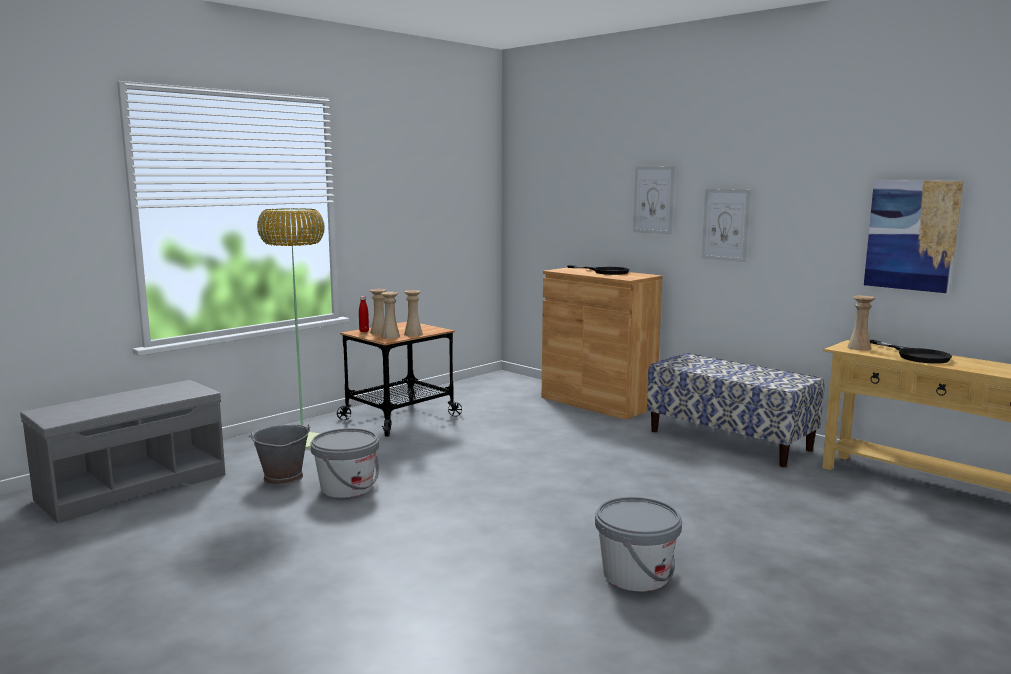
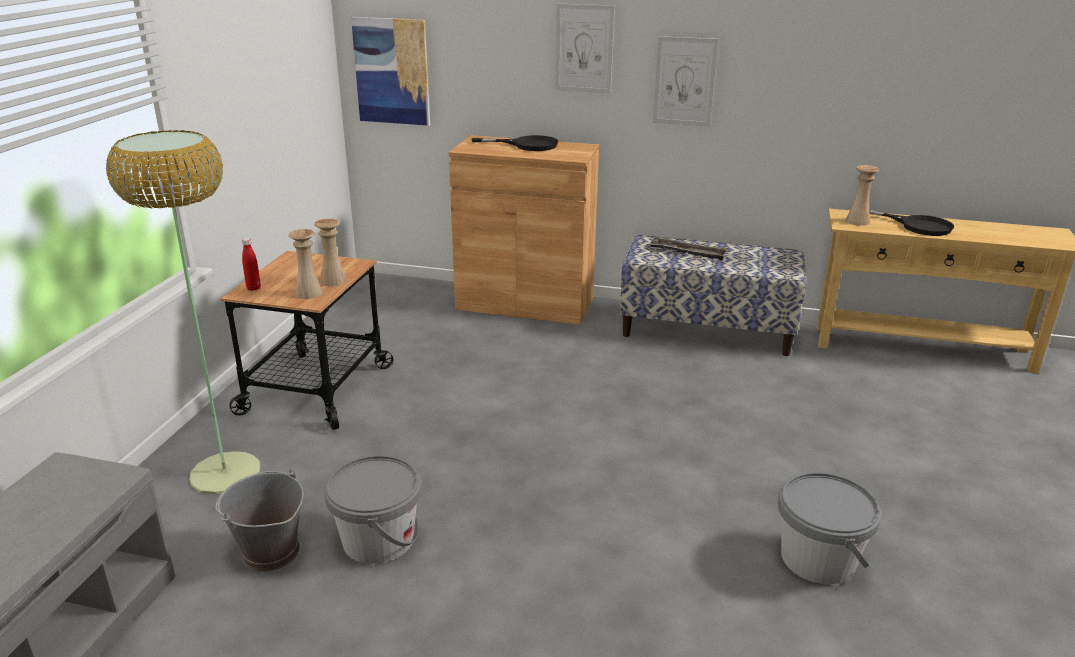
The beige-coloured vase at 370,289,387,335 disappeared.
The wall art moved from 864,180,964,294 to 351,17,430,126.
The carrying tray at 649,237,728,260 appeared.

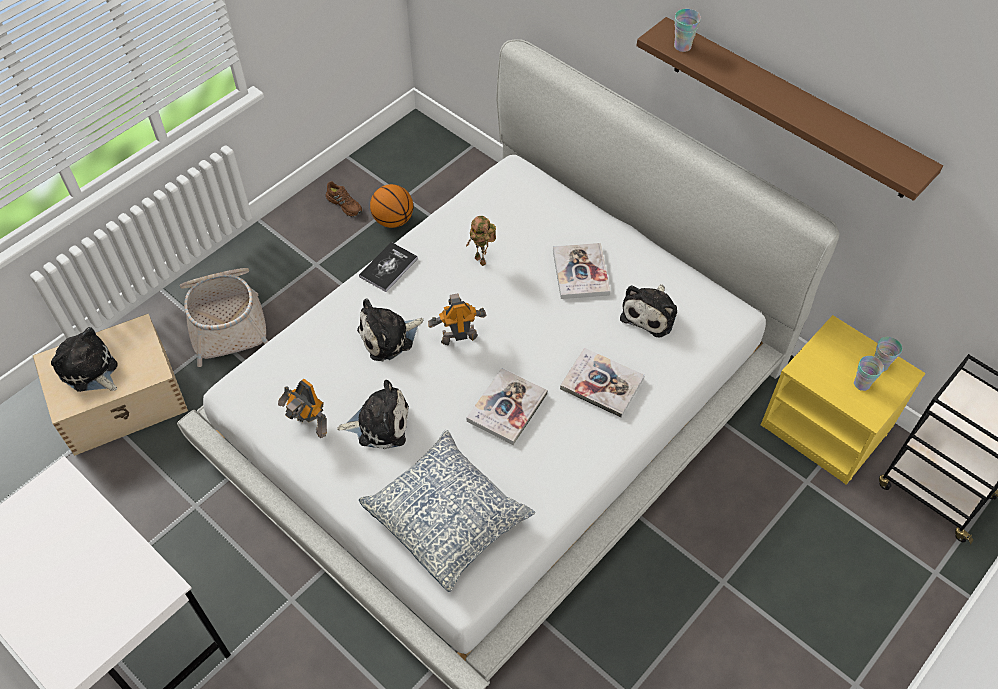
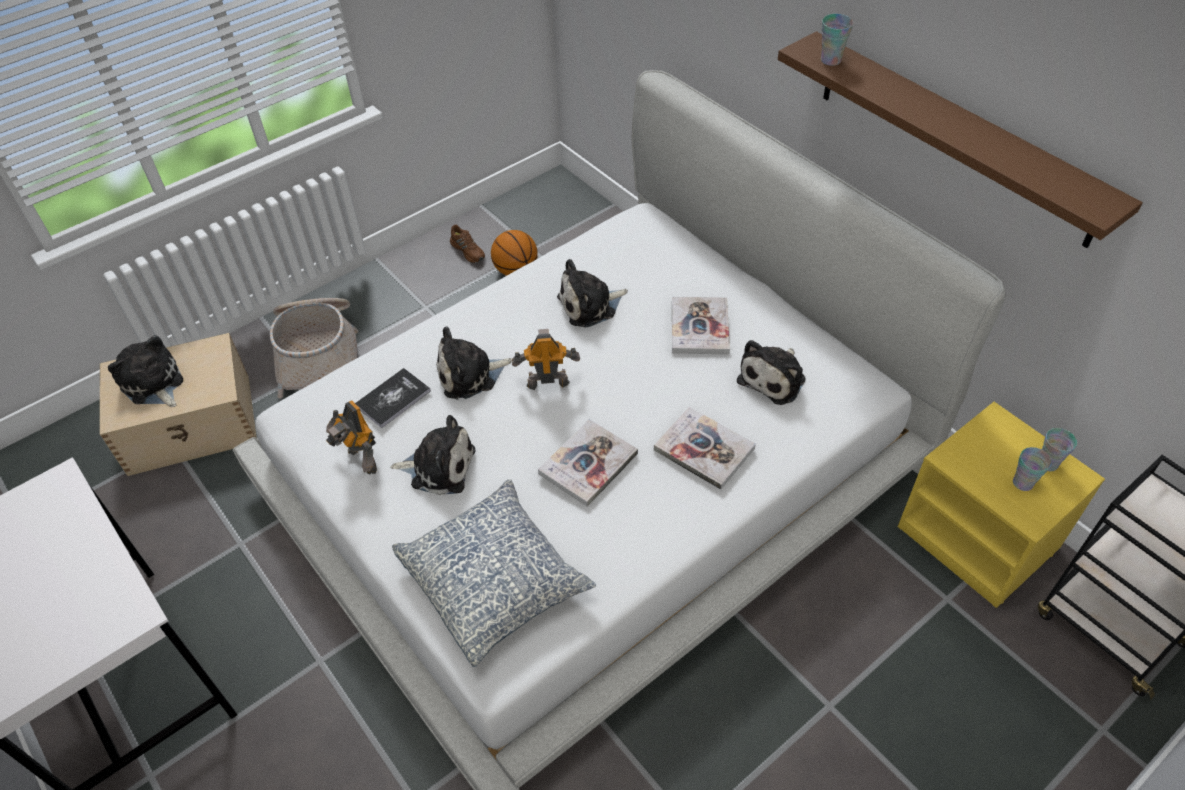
The volume moved from 359,242,418,292 to 355,368,431,428.
The model robot at 466,216,496,266 was replaced by the cuddly toy at 557,259,628,328.

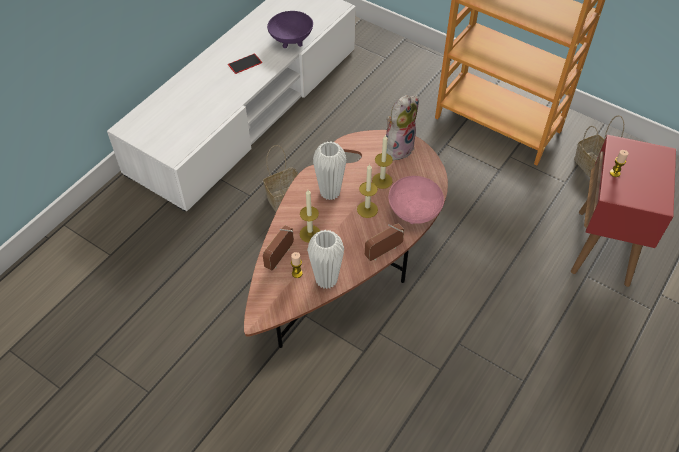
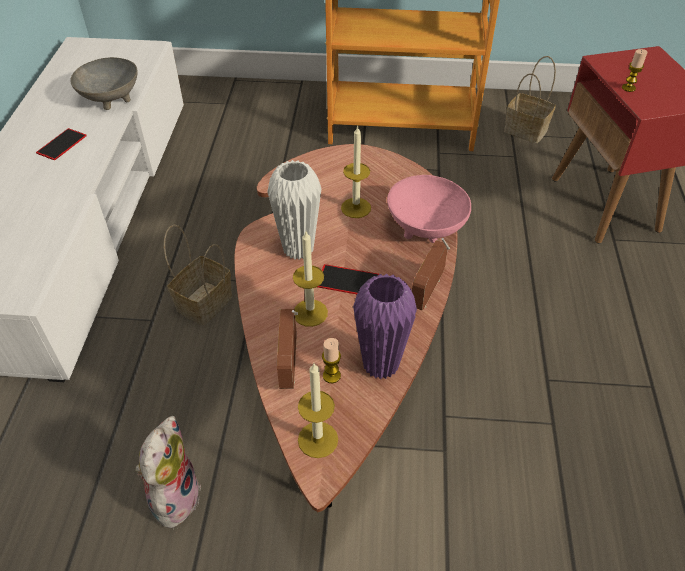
The purplish bowl at 267,11,313,48 became the gray bowl at 70,57,137,110.
The white vase at 307,230,344,289 became the purplish vase at 353,274,417,380.
The candle moved from 357,164,378,218 to 298,363,338,458.
The cuddly toy moved from 386,95,419,160 to 135,416,201,531.
The phone at 318,264,379,294 appeared.

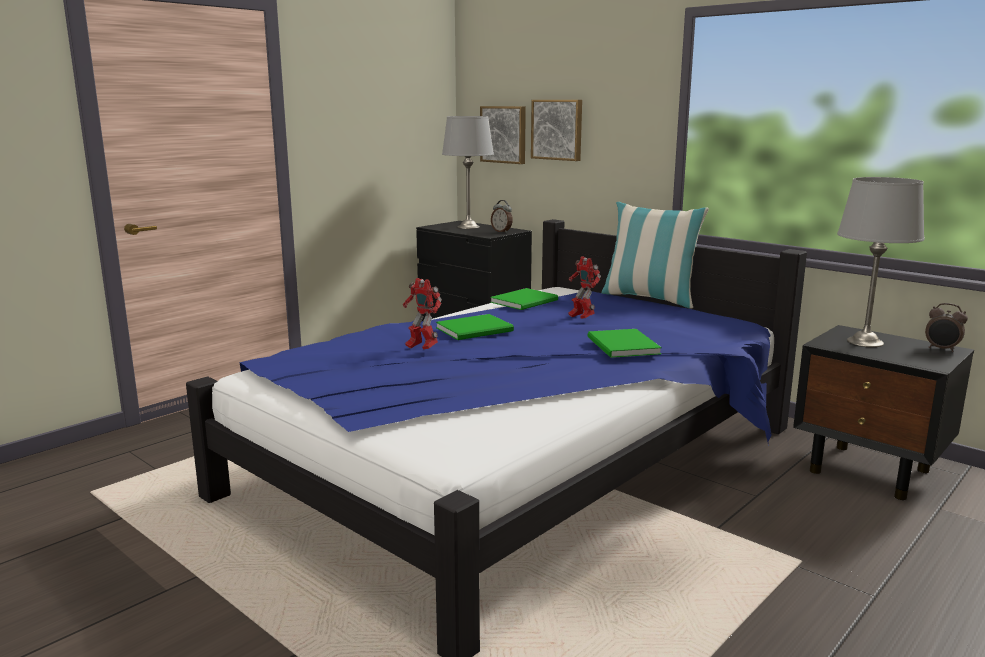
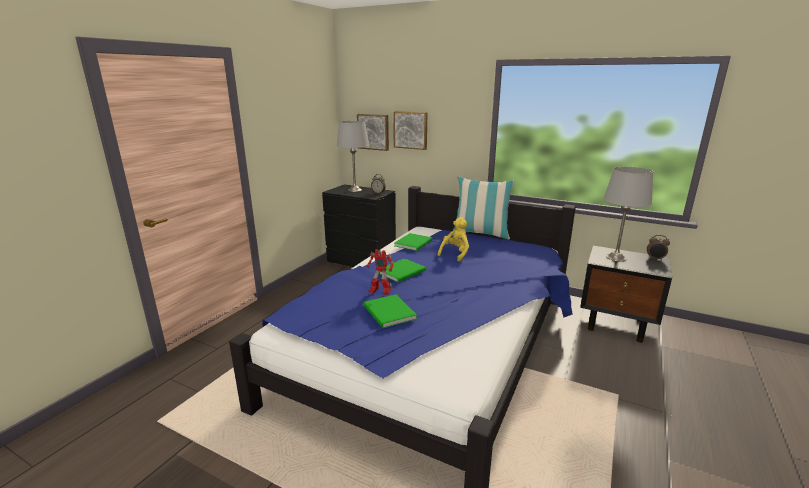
The model robot at 568,256,601,319 was replaced by the yellow cuddly toy at 437,217,469,261.
The greenish volume moved from 588,329,662,358 to 363,294,417,328.

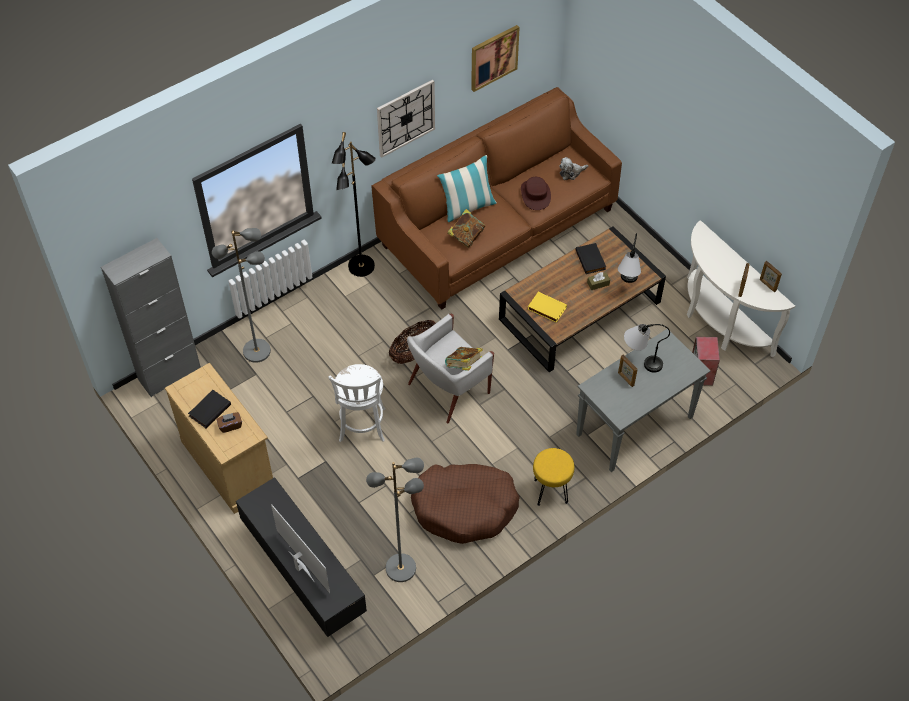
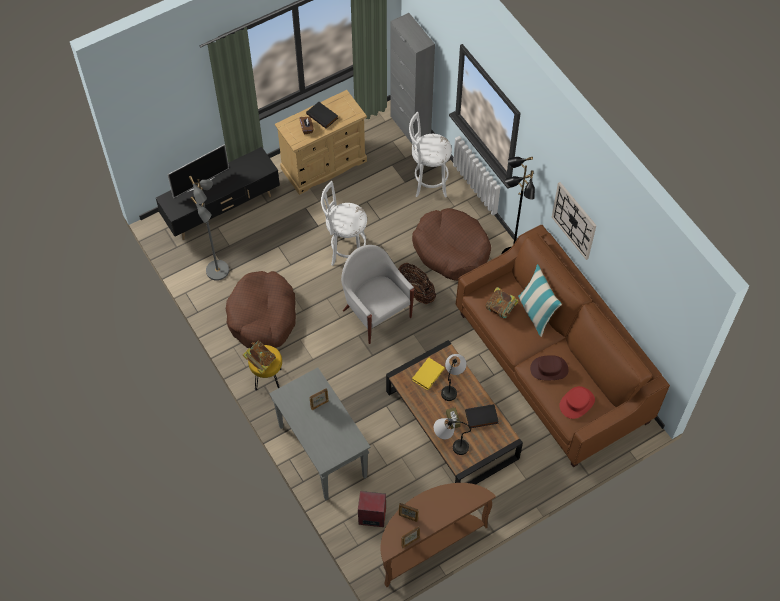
The gray standard lamp at 212,228,271,363 was replaced by the white stool at 409,112,452,197.
The volume moved from 445,347,483,371 to 242,340,276,374.
The wall art at 471,25,520,92 disappeared.
The cuddly toy at 559,157,588,180 was replaced by the red clothing hat at 559,386,595,419.
The table lamp moved from 624,324,670,373 to 441,354,467,401.
The white narrow table at 687,220,795,357 became the brownish narrow table at 380,483,496,587.
The brownish dog cushion at 412,208,491,281 appeared.

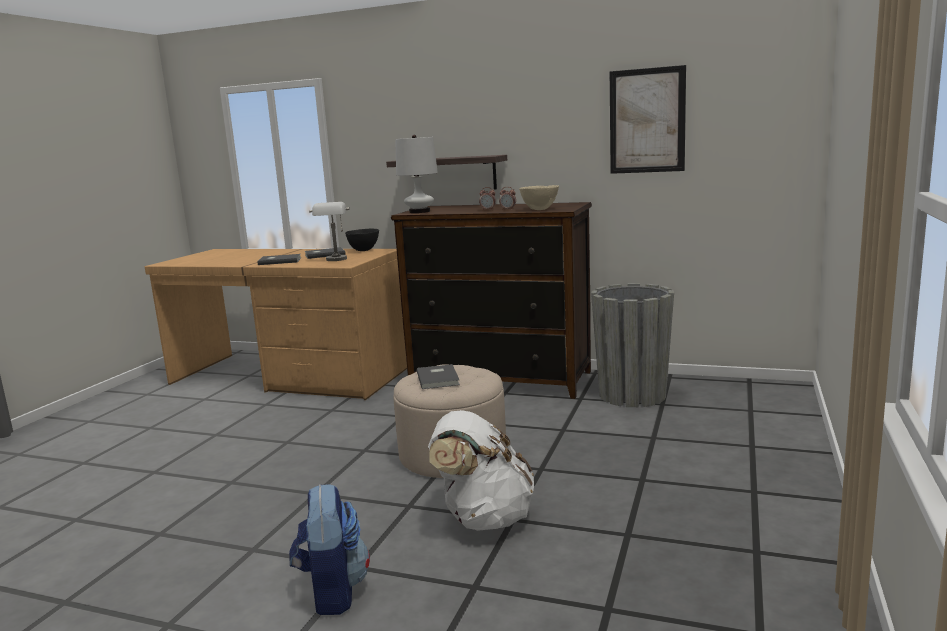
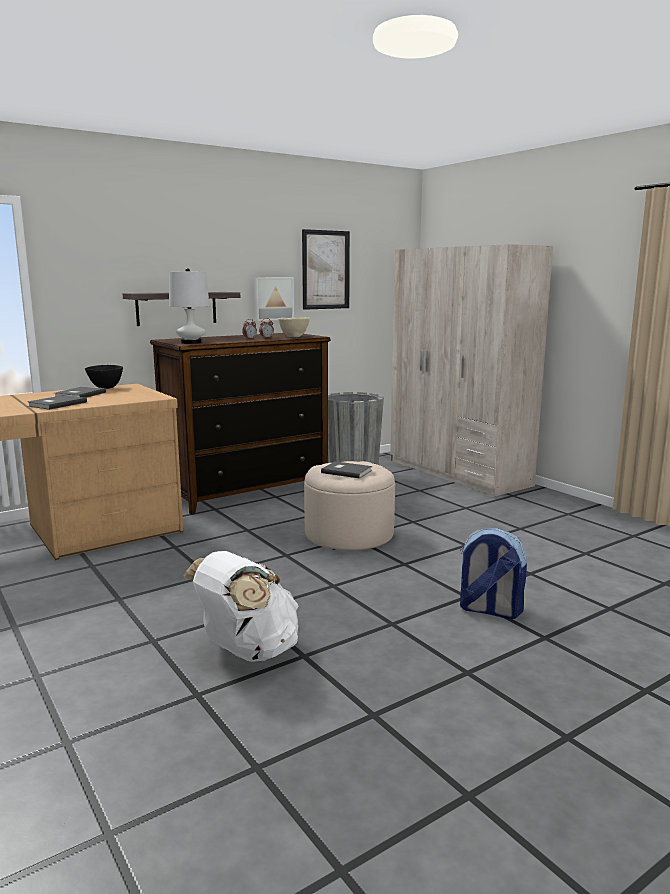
The gray table lamp at 309,202,350,261 disappeared.
The white backpack moved from 428,410,534,531 to 183,551,299,662.
The wall art at 254,277,294,321 appeared.
The beige-coloured armoire at 390,244,553,497 appeared.

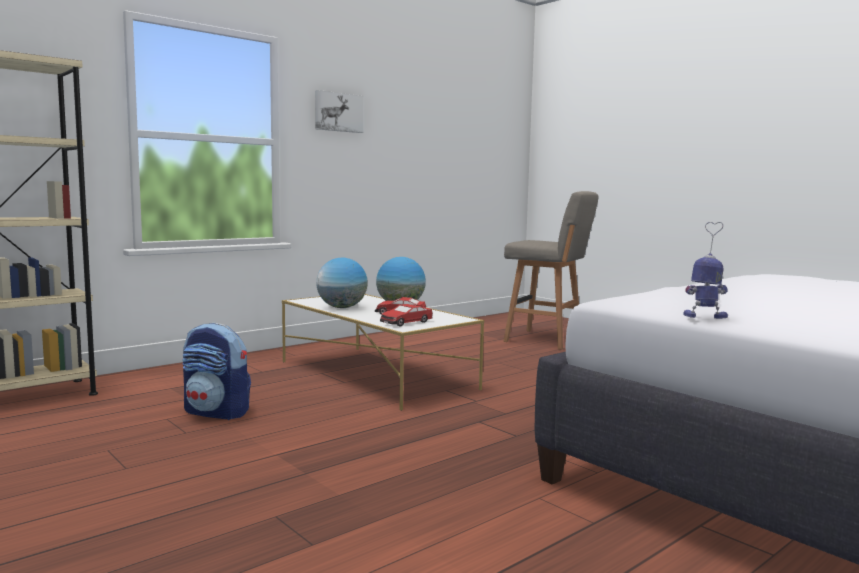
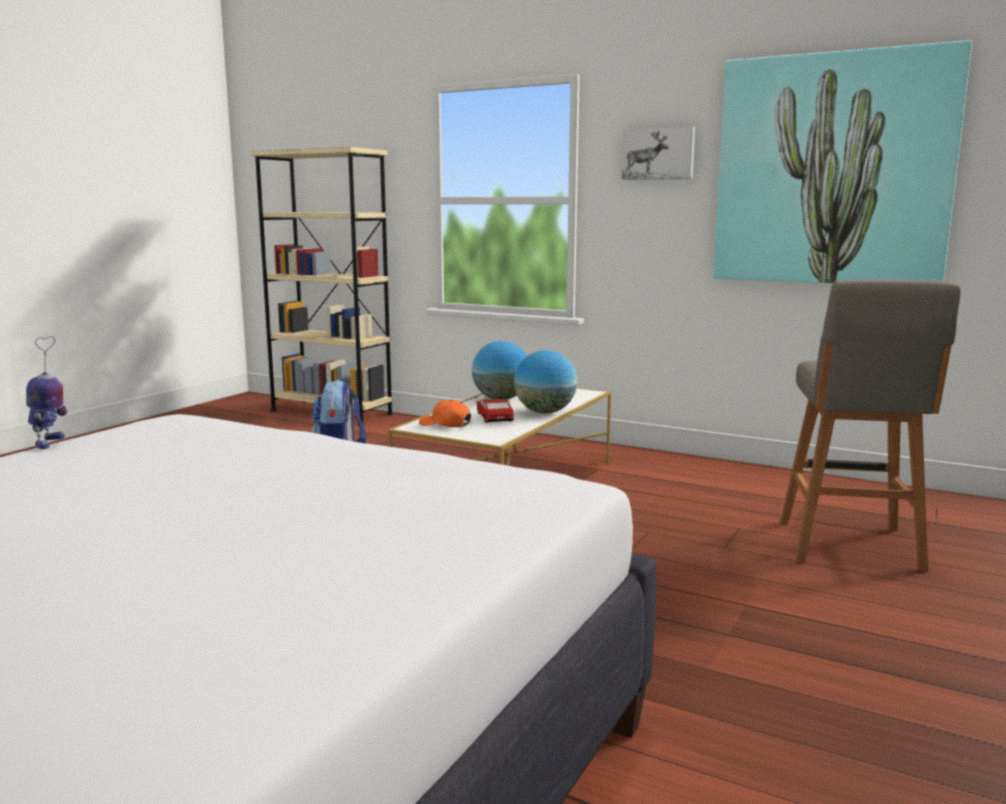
The miniature car at 380,304,433,326 was replaced by the orangey peaked cap at 419,400,471,427.
The wall art at 713,40,972,283 appeared.

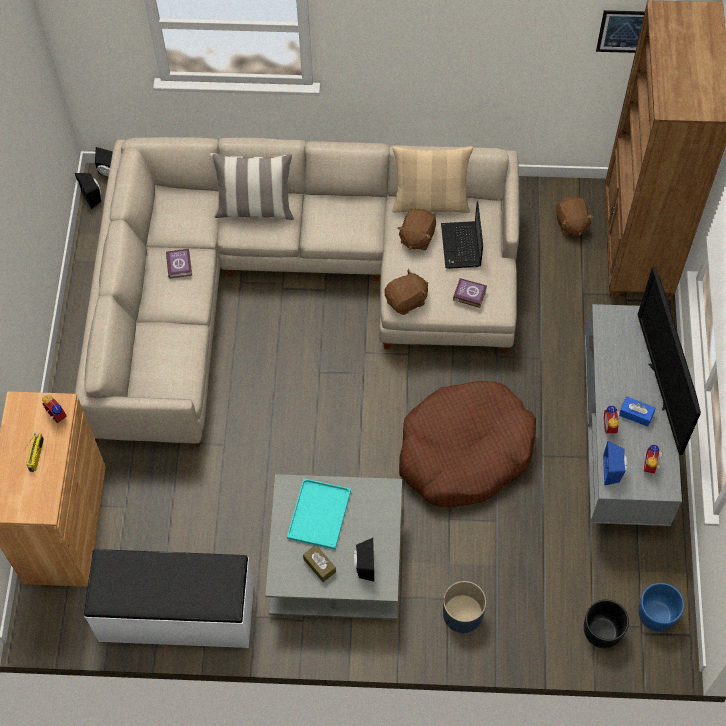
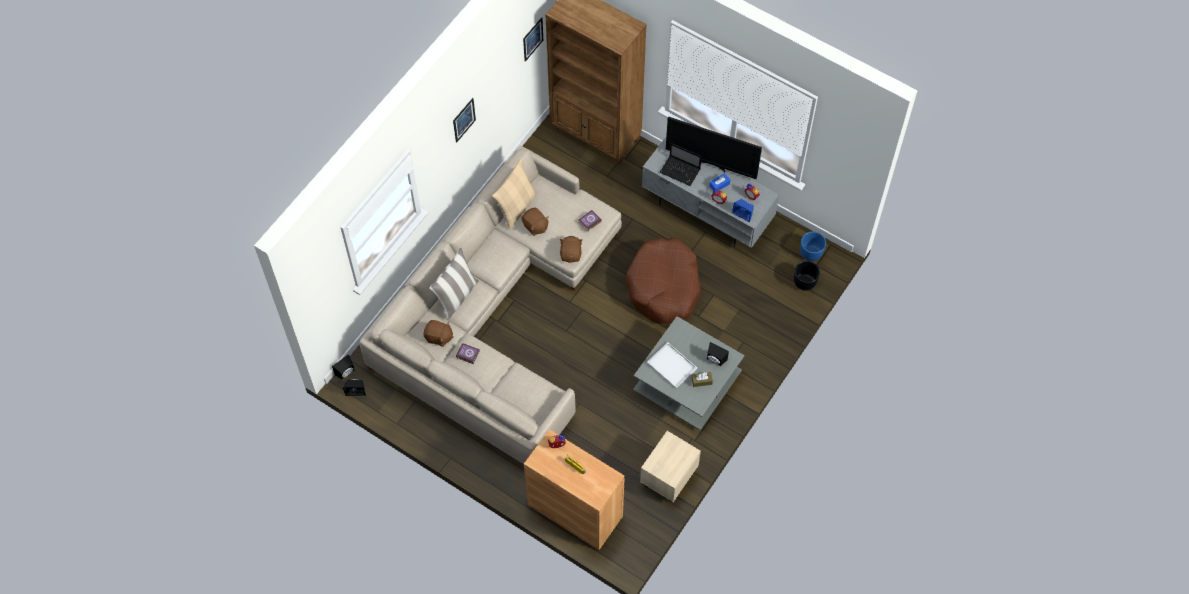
The white long seat at 84,549,254,648 was replaced by the beige-coloured nightstand at 640,431,701,502.
The blue-green carrying tray at 287,478,351,549 became the white carrying tray at 647,343,697,389.
The portable computer moved from 441,201,483,269 to 660,143,702,186.
The blue flower pot at 443,581,486,633 disappeared.
The brownish cuddly toy moved from 556,197,594,236 to 423,320,454,347.
The wall art at 453,98,476,143 appeared.

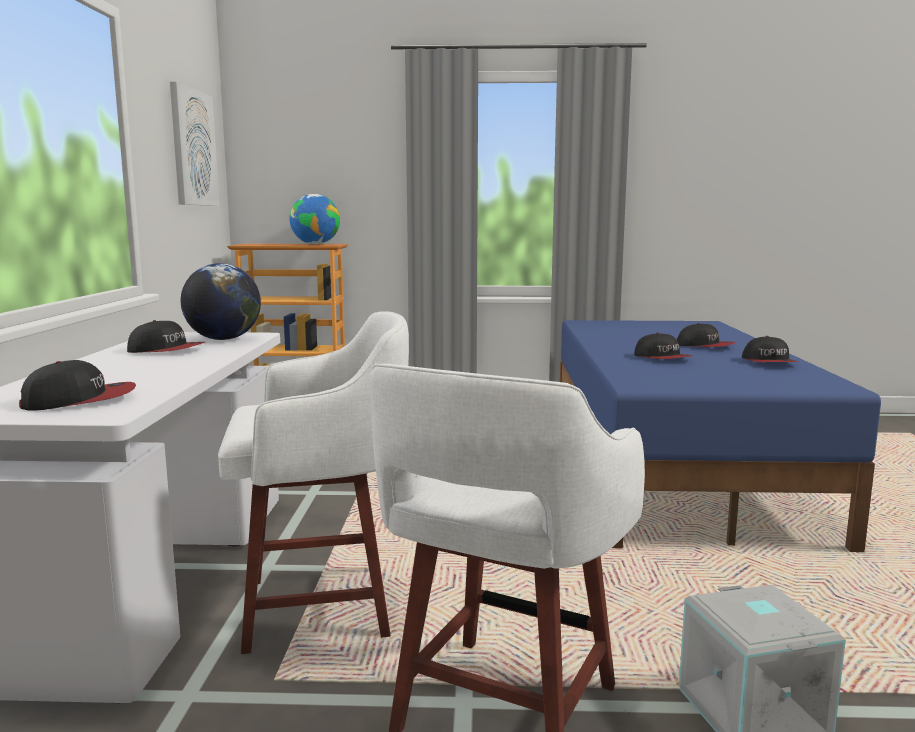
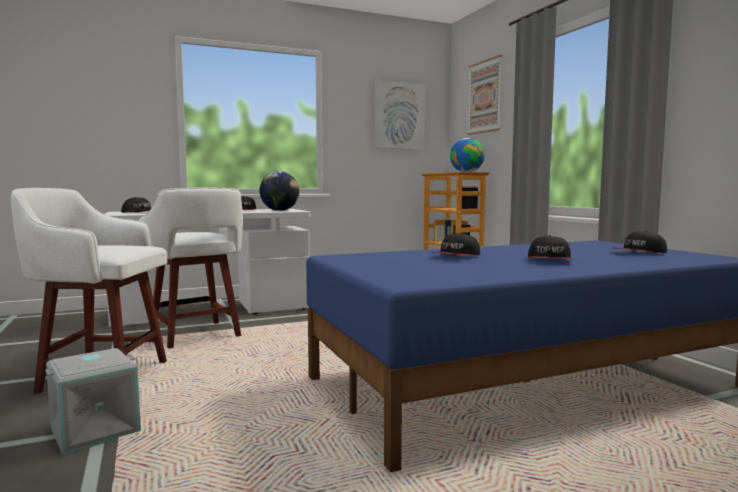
The peaked cap moved from 742,336,798,362 to 618,231,667,253.
The wall art at 467,55,502,135 appeared.

